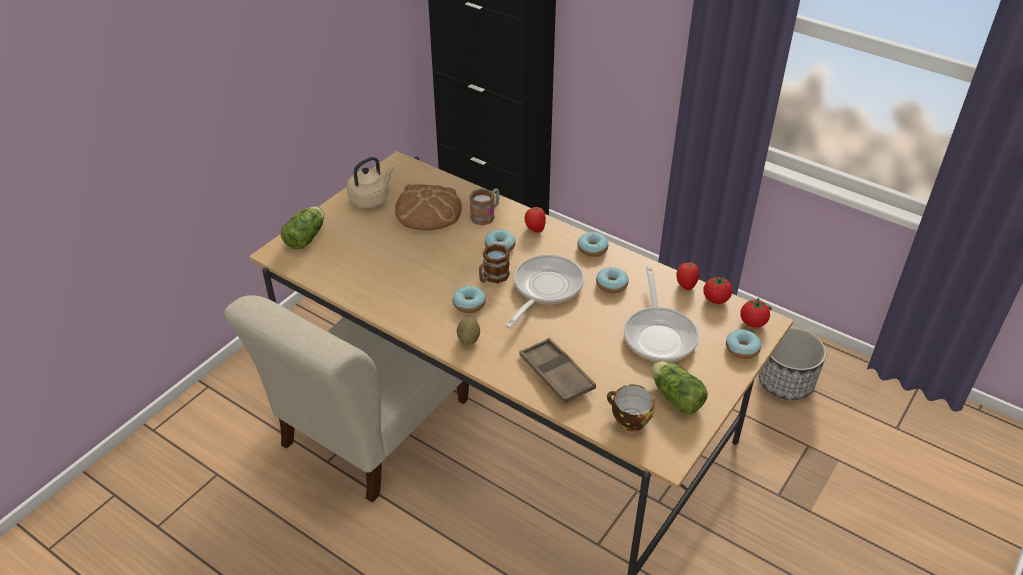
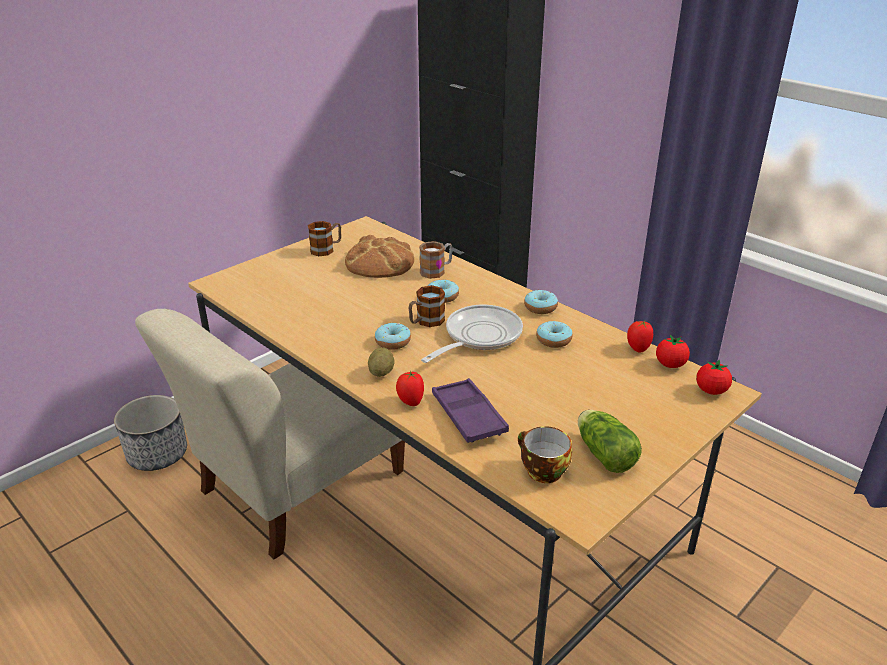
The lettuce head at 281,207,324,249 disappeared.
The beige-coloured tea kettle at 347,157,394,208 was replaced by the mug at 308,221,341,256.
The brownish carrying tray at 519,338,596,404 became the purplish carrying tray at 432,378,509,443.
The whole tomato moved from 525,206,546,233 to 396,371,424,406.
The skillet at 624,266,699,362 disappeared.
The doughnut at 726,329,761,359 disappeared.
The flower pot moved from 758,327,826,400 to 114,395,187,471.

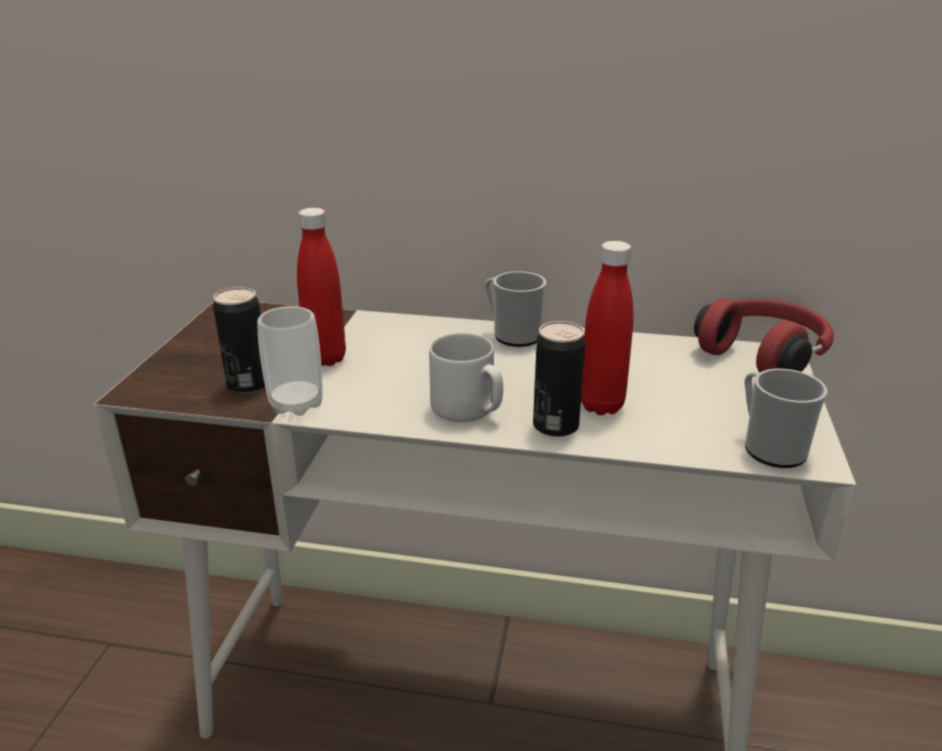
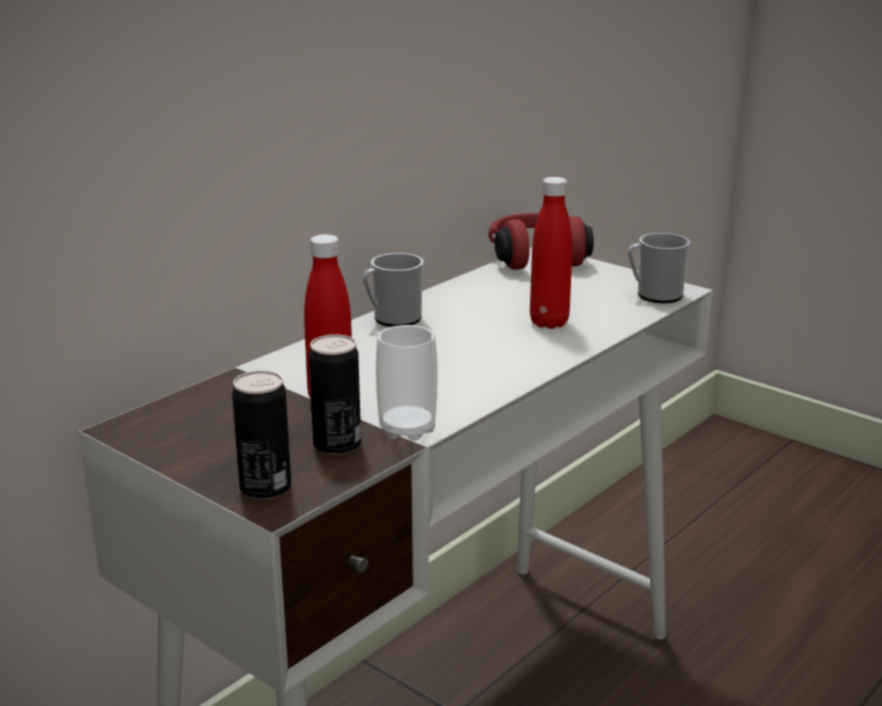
The gray mug at 429,333,503,422 disappeared.
The metal can moved from 533,321,586,437 to 232,371,291,500.

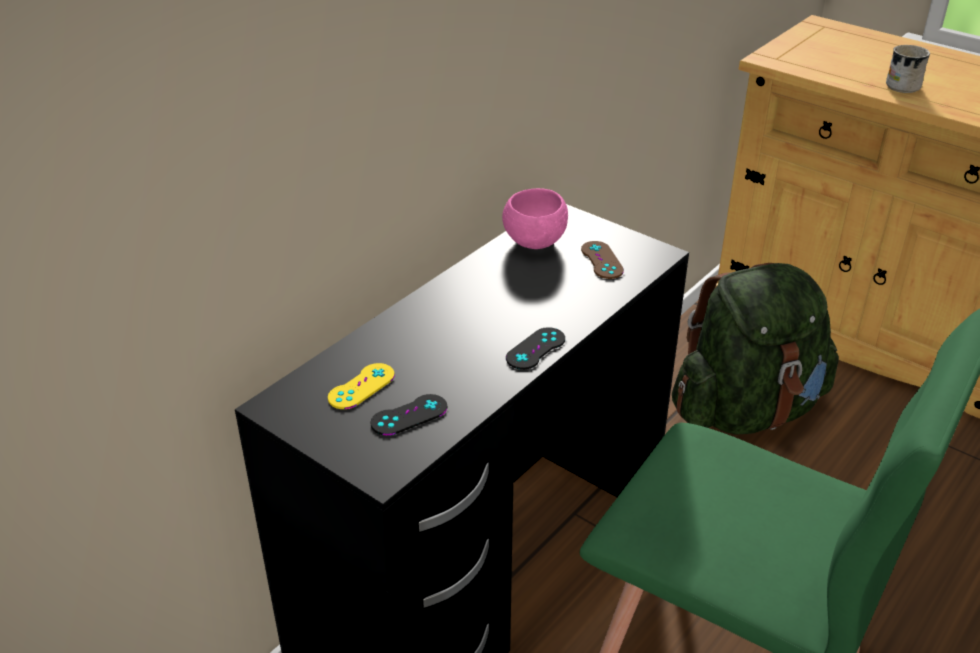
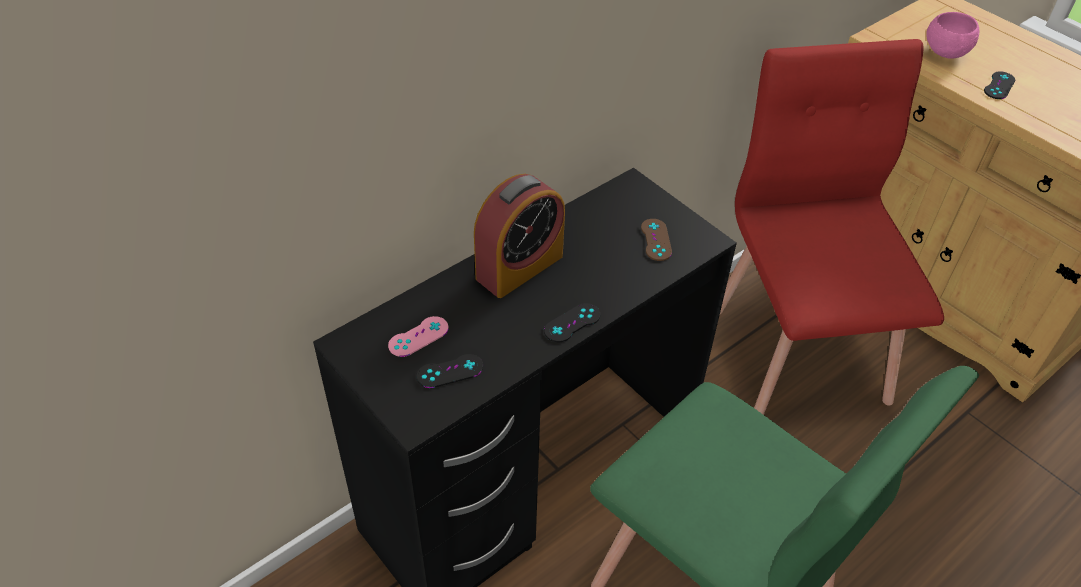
The yellow game controller at 328,363,395,409 became the pink-coloured game controller at 388,316,448,357.
The pink-coloured bowl moved from 502,188,568,249 to 926,12,979,59.
The greenish backpack at 672,263,839,435 was replaced by the red upright chair at 720,39,944,415.
The white mug at 886,45,930,93 was replaced by the black-coloured game controller at 984,71,1015,99.
The table clock at 474,174,565,298 appeared.

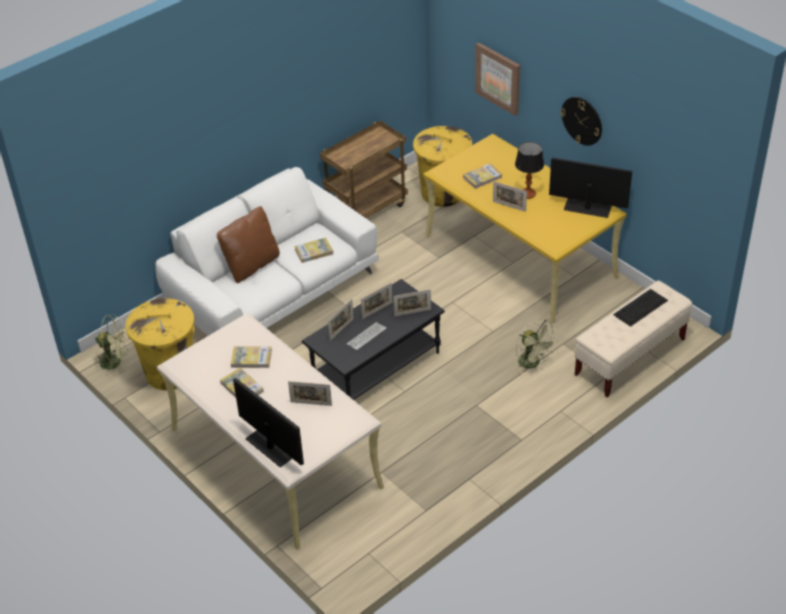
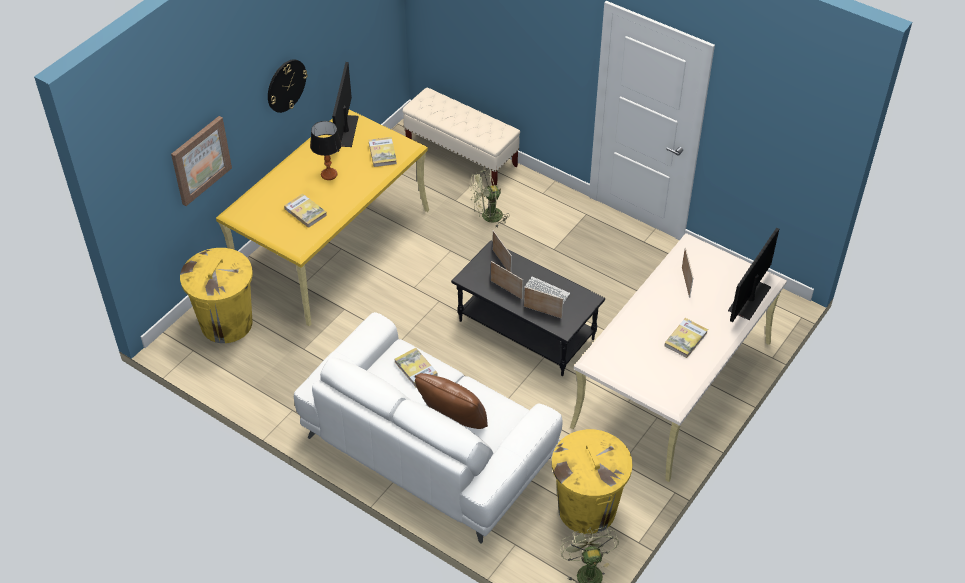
The volume moved from 231,346,272,368 to 369,137,397,167.
The brownish trolley at 320,121,408,218 disappeared.
The standing frame at 493,181,527,212 disappeared.
The greenish fan at 516,319,558,374 turned 150 degrees counterclockwise.
The computer keyboard at 613,289,668,327 disappeared.

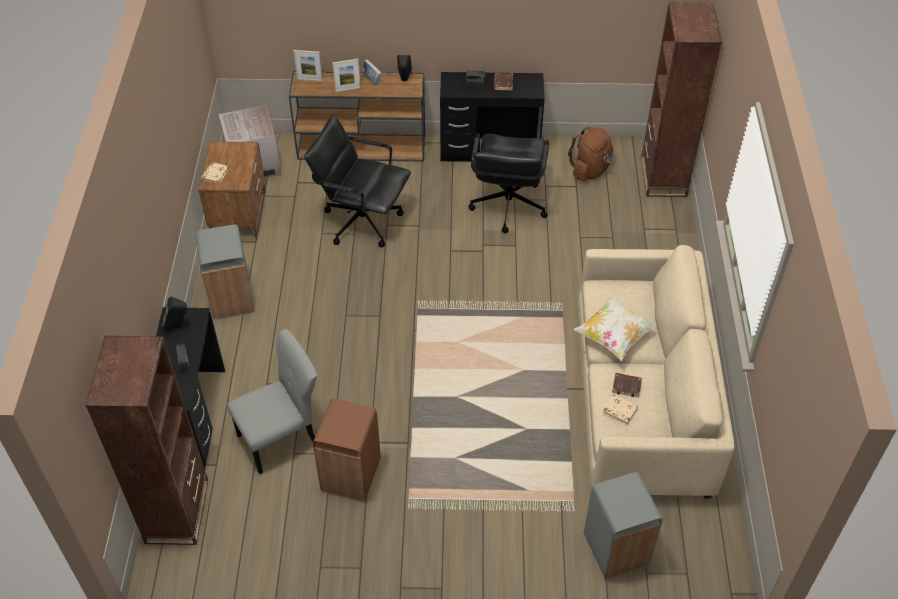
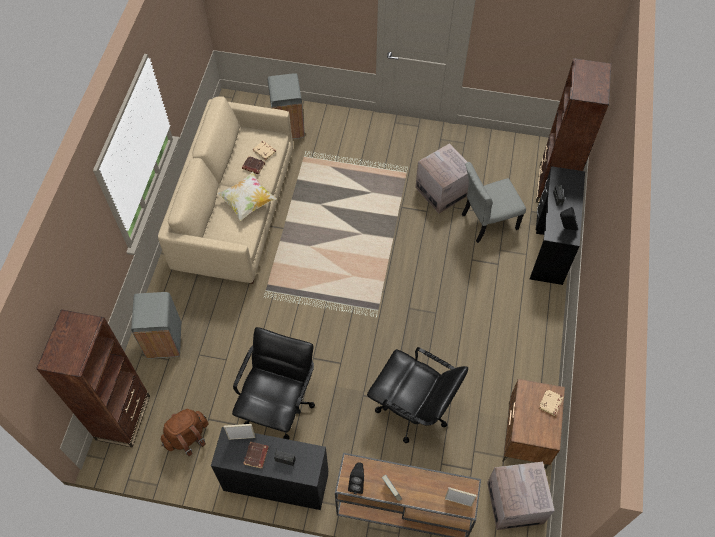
The gray trash can moved from 196,225,254,320 to 131,292,181,359.
The brownish trash can at 313,398,381,502 was replaced by the packing box at 415,143,469,213.
The standing frame moved from 333,59,361,92 to 224,424,256,440.

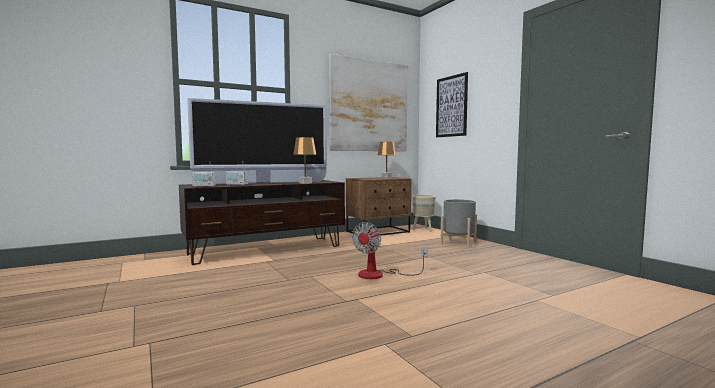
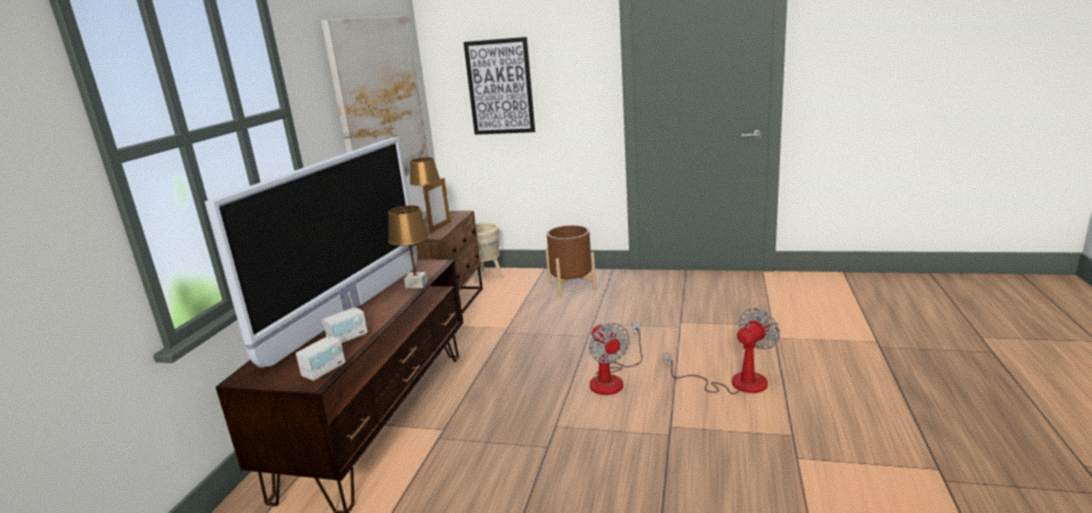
The gray flower pot at 440,199,477,248 became the brownish flower pot at 545,225,596,297.
The standing frame at 423,178,451,234 appeared.
The fan at 664,308,780,394 appeared.

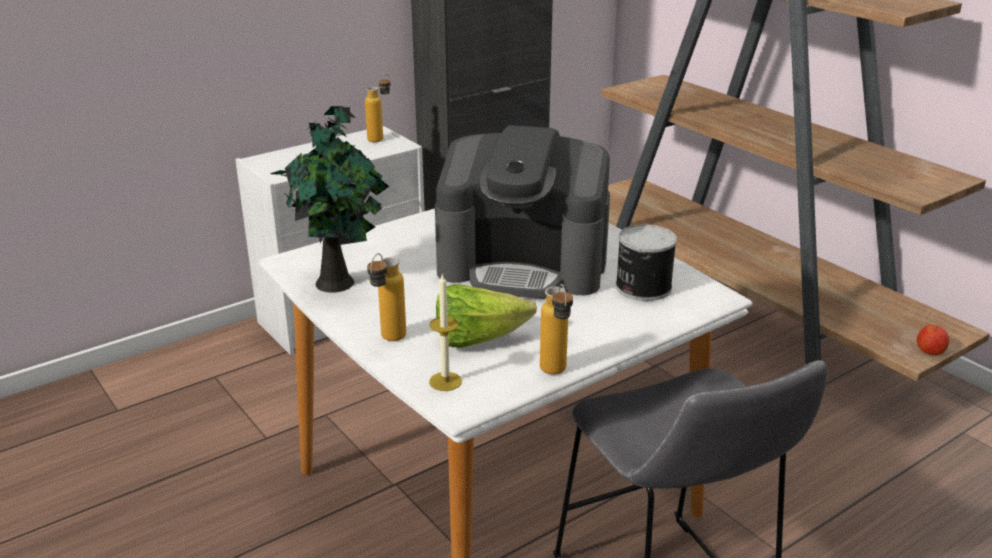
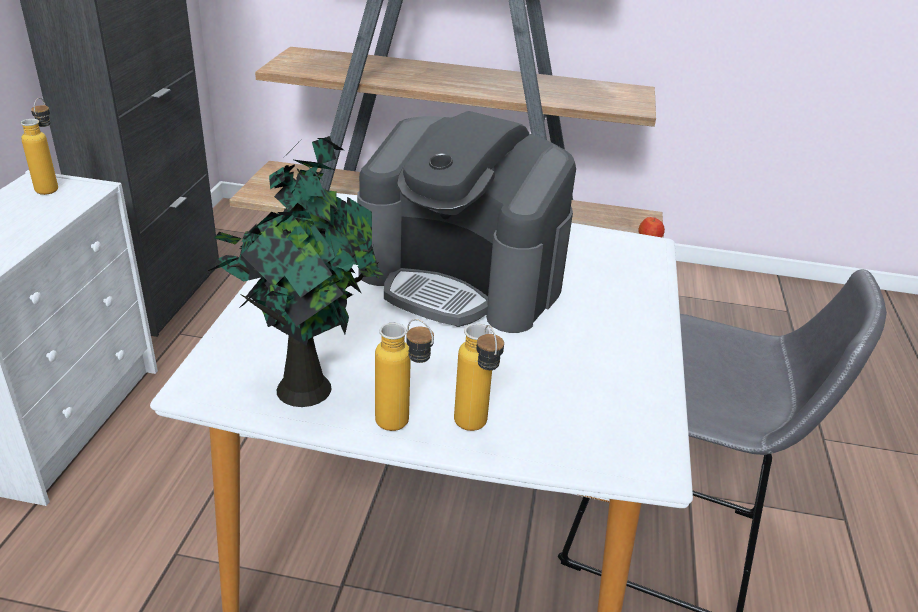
The candle at 429,273,462,391 disappeared.
The coffee brewer at 435,125,610,299 turned 60 degrees clockwise.
The lettuce head at 436,284,537,348 disappeared.
The drink bottle moved from 540,284,573,375 to 375,319,434,431.
The metal can at 616,224,677,301 disappeared.

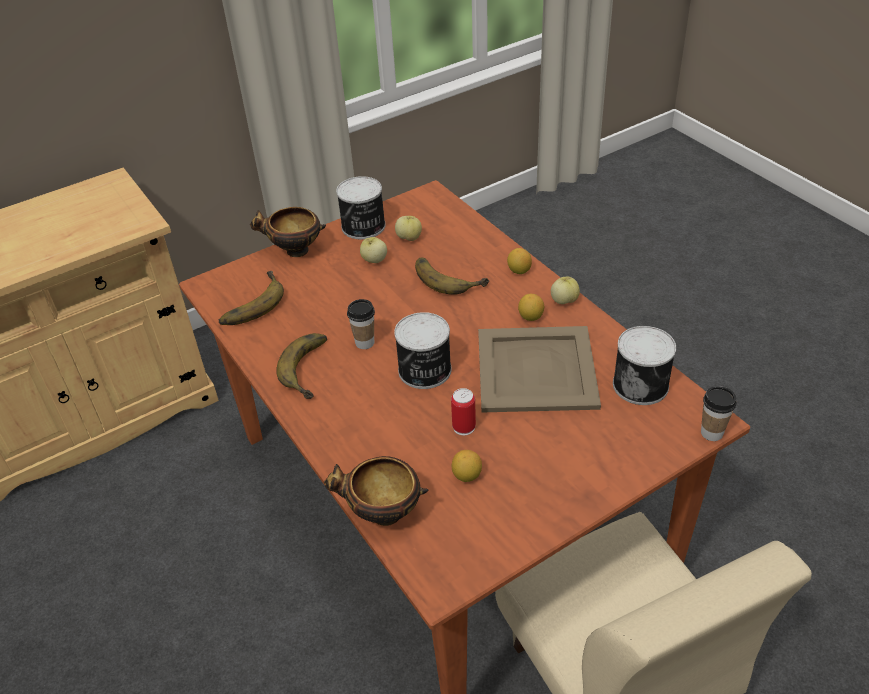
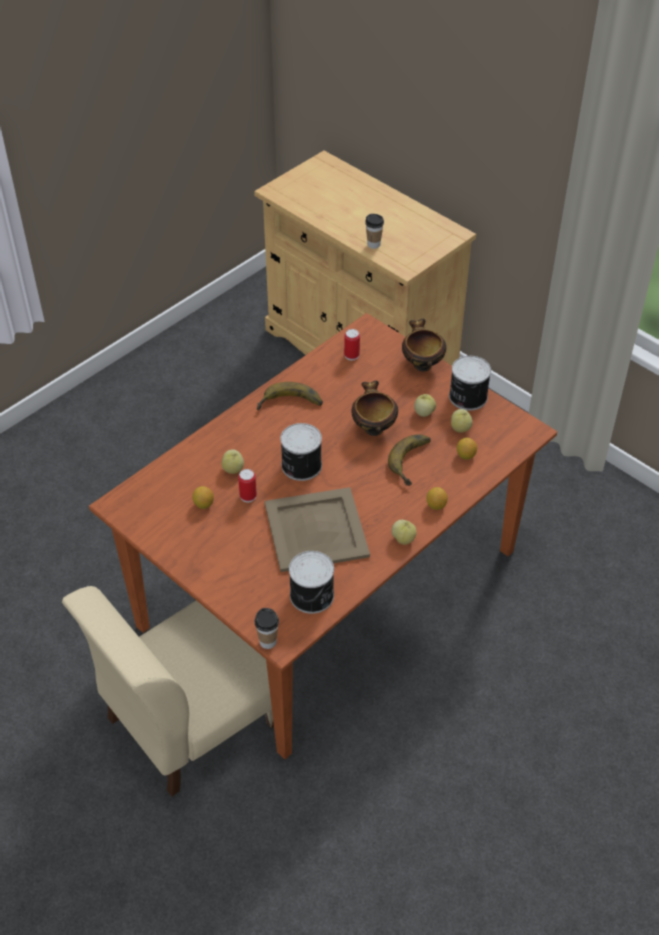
The banana at 219,271,284,325 was replaced by the metal can at 344,329,360,361.
The bowl moved from 324,456,428,526 to 352,380,398,436.
The cup moved from 347,299,375,349 to 365,214,384,249.
The lemon moved from 518,294,544,321 to 457,438,477,459.
The apple fruit at 221,449,244,474 appeared.

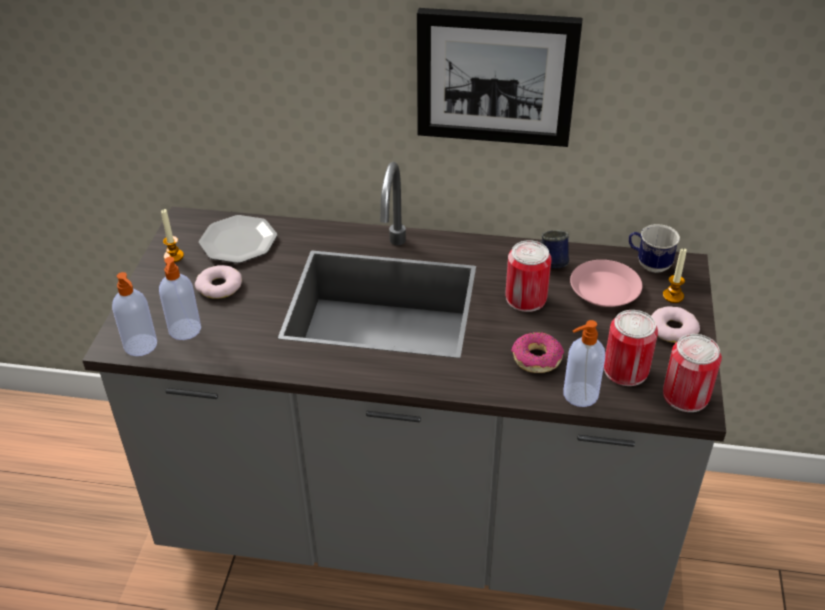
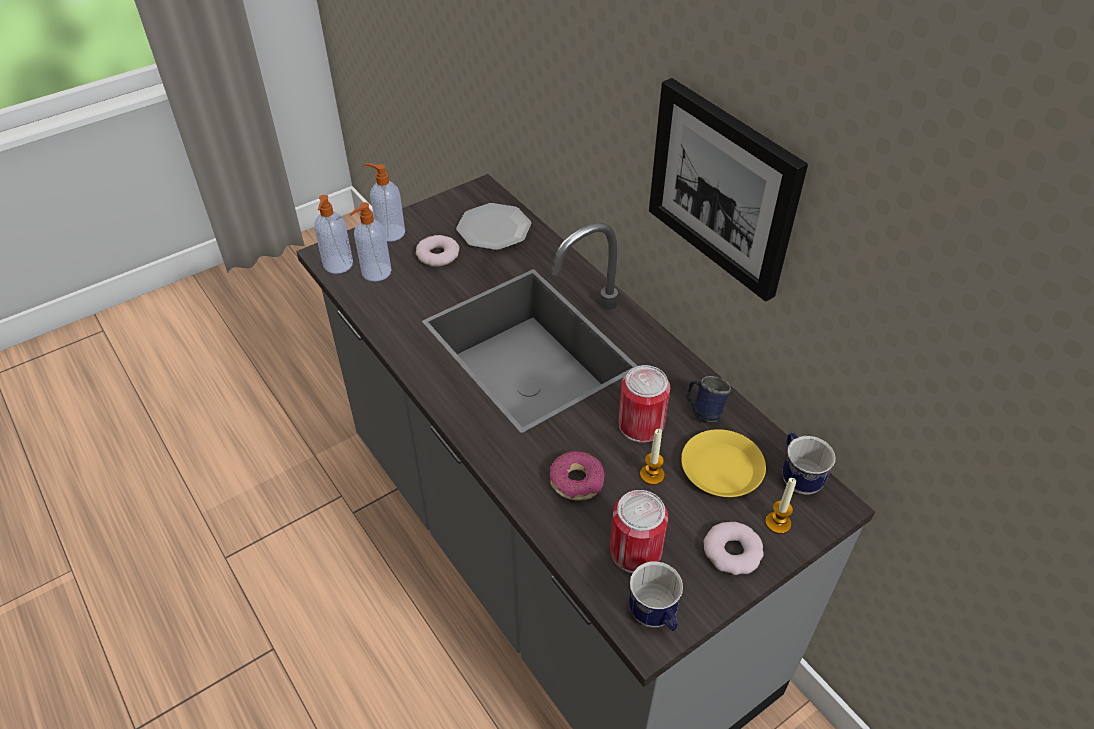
The candle moved from 161,209,184,262 to 640,429,665,485.
The soap dispenser moved from 563,320,605,407 to 364,163,405,242.
The pink-coloured dinner plate at 570,260,642,307 became the yellow dinner plate at 681,429,766,497.
The metal can at 663,334,722,412 was replaced by the mug at 629,562,683,631.

